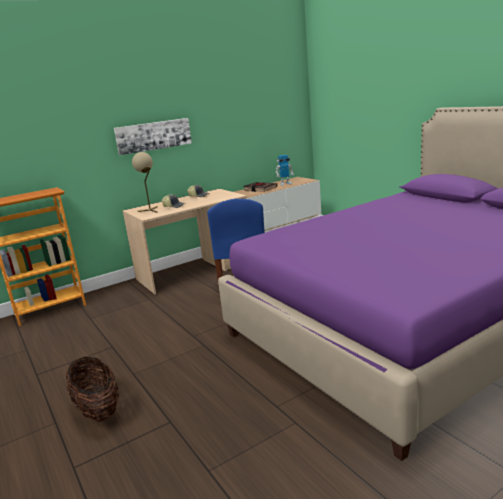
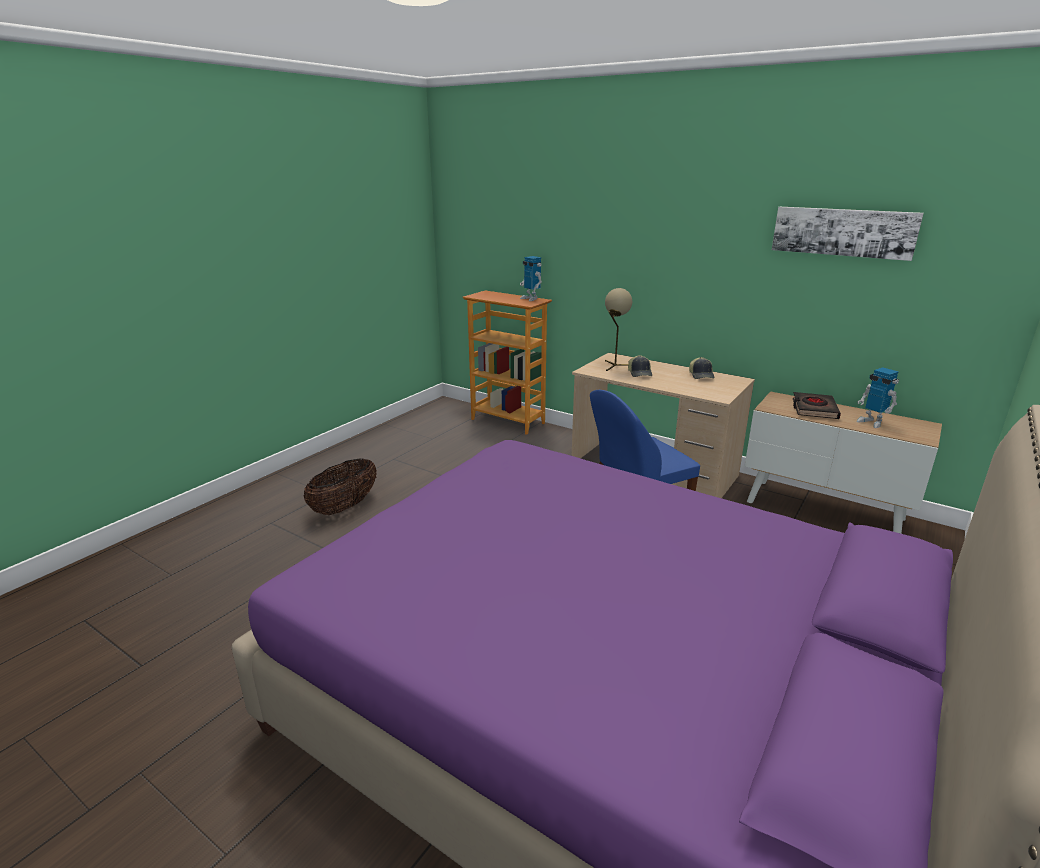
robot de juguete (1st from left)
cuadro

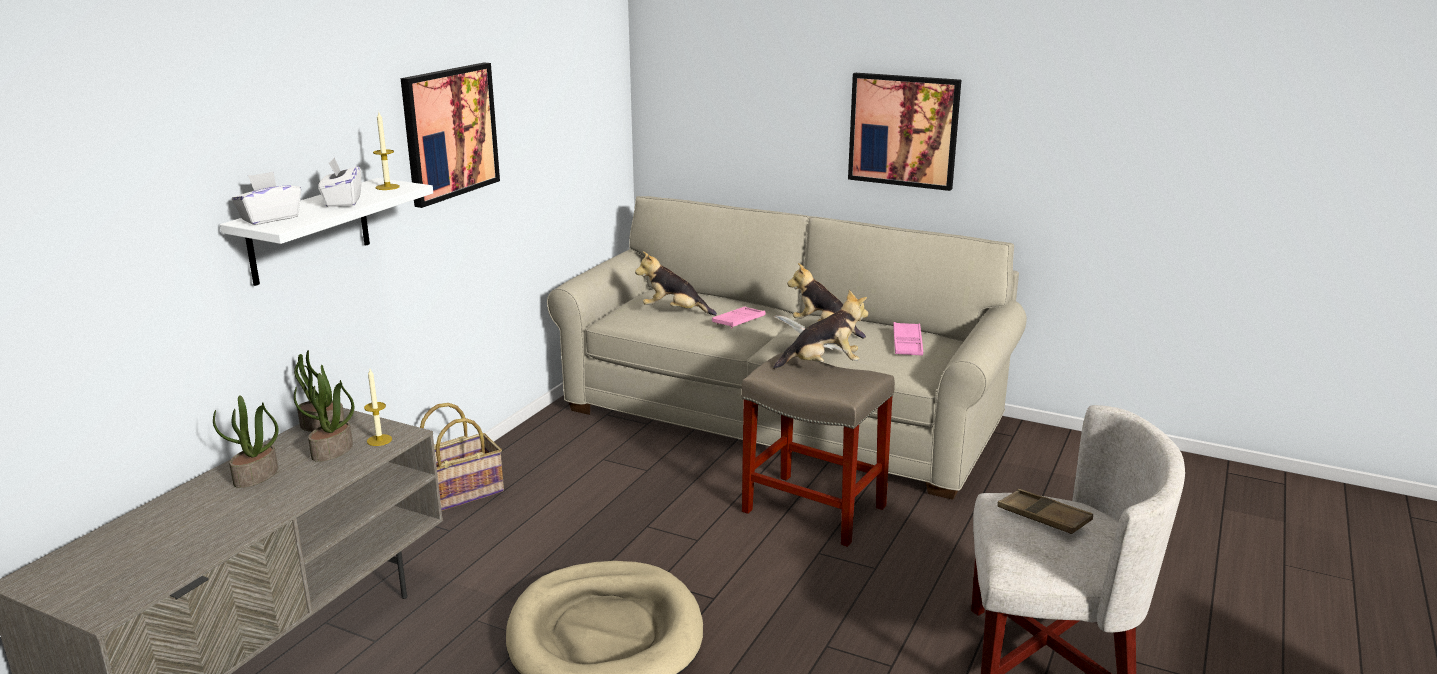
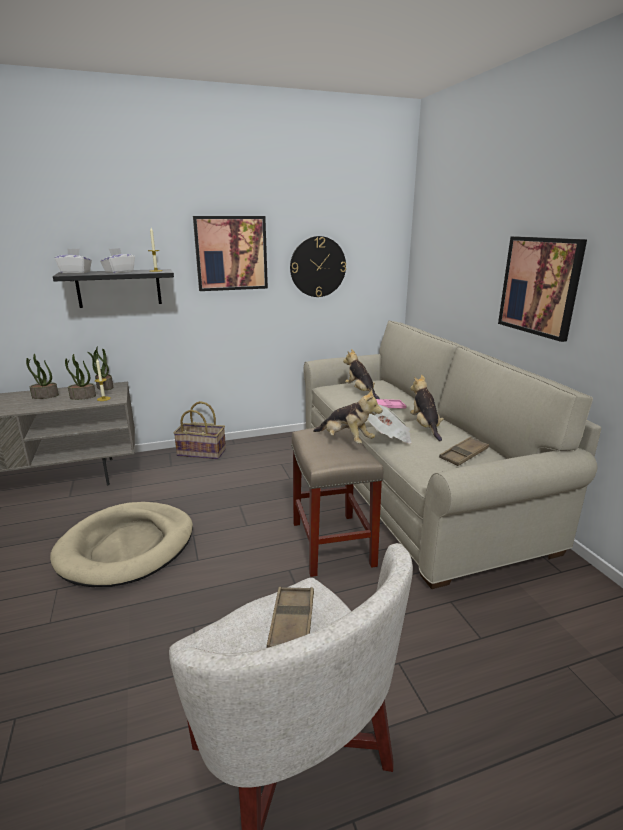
estante/negro
reloj de pared
bandeja/marrón (2nd from left)

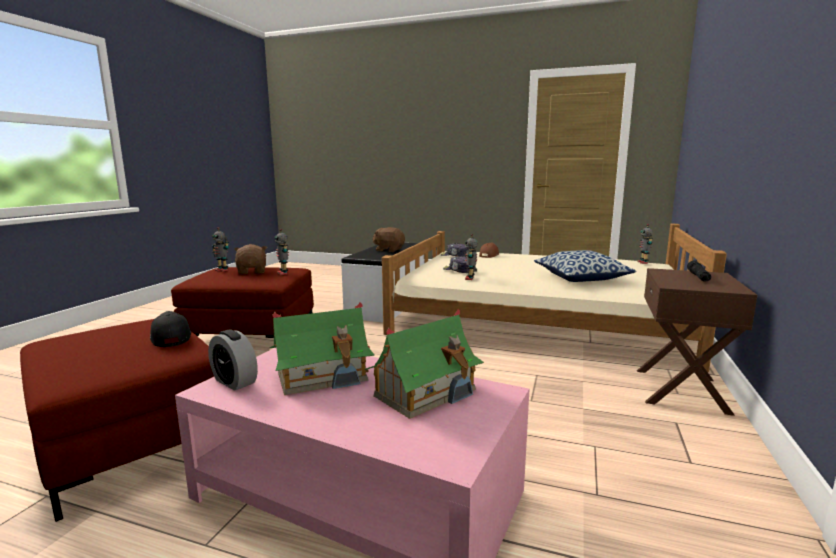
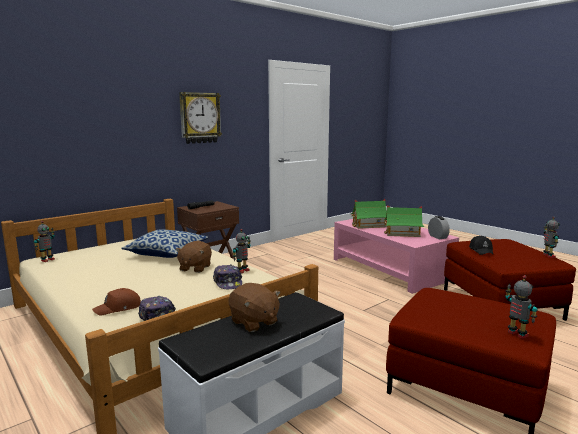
peluche/marrón (1st from left)
reloj de pared
robot de juguete (4th from left)

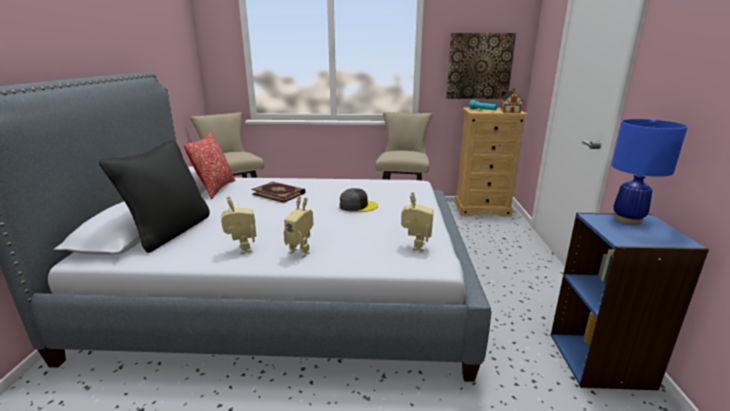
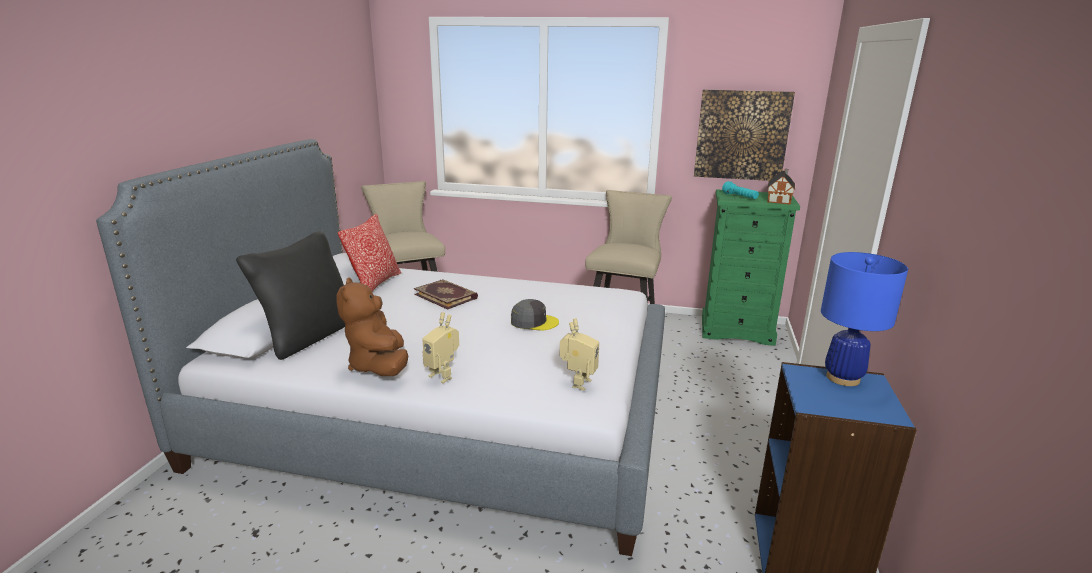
peluche/marrón
cómoda/verde

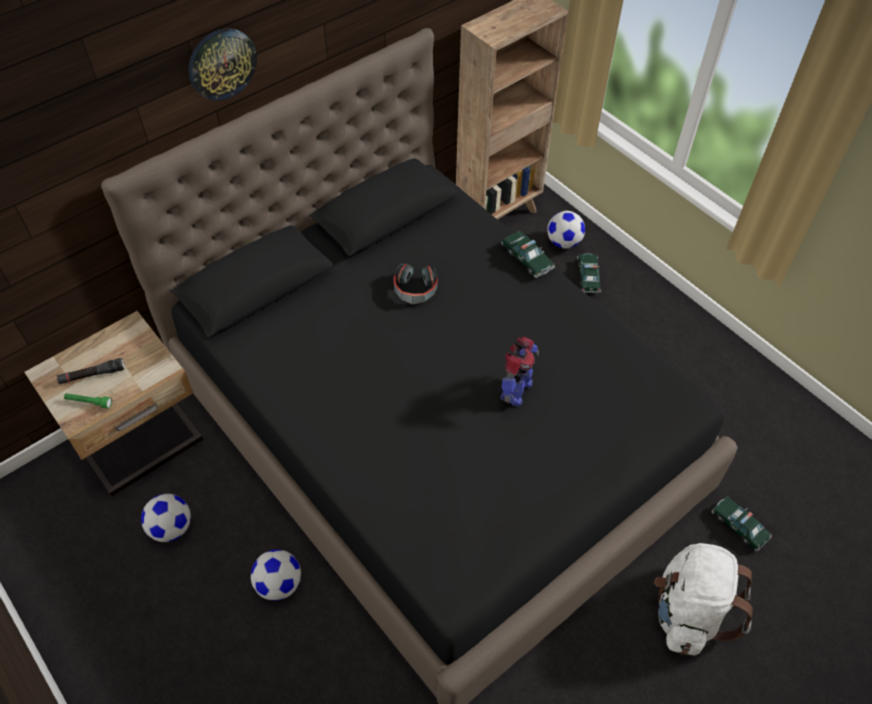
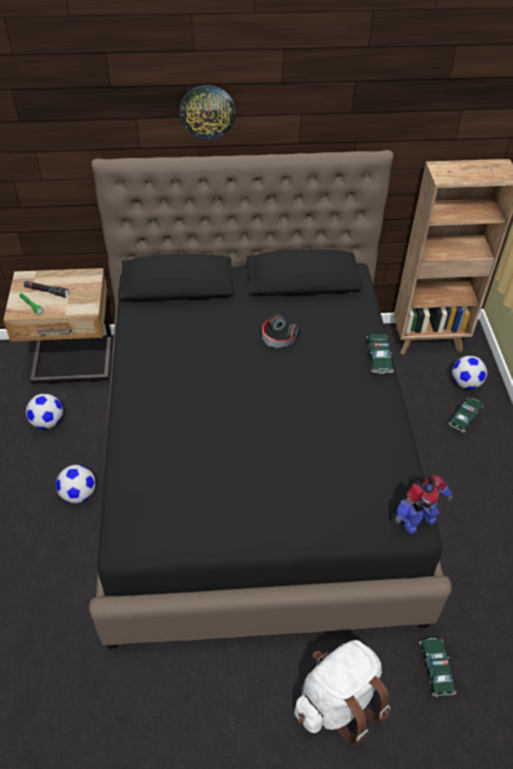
robot de juguete

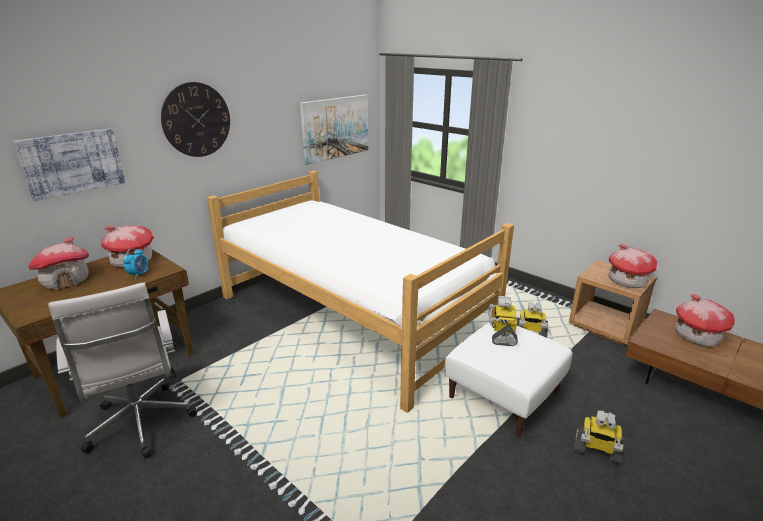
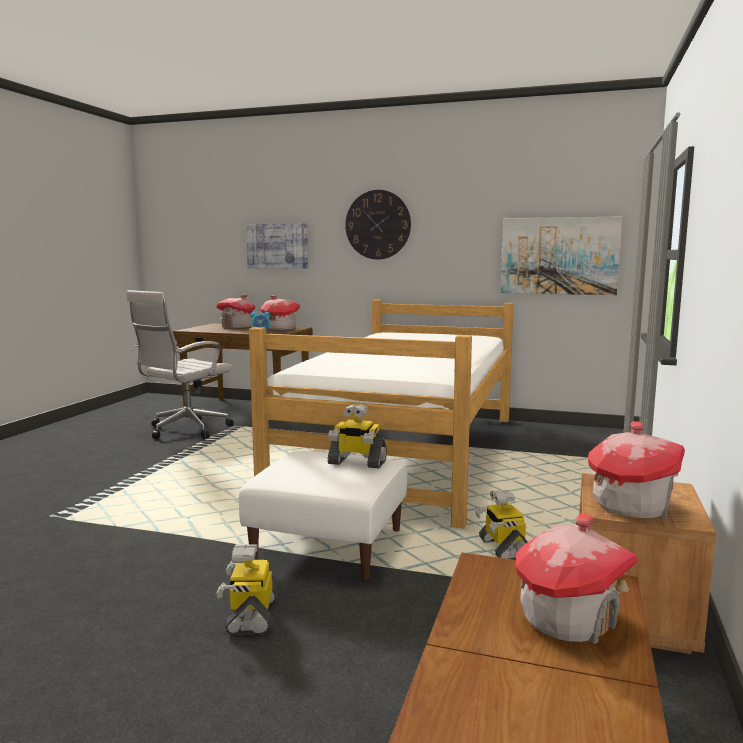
robot de juguete (2nd from left)

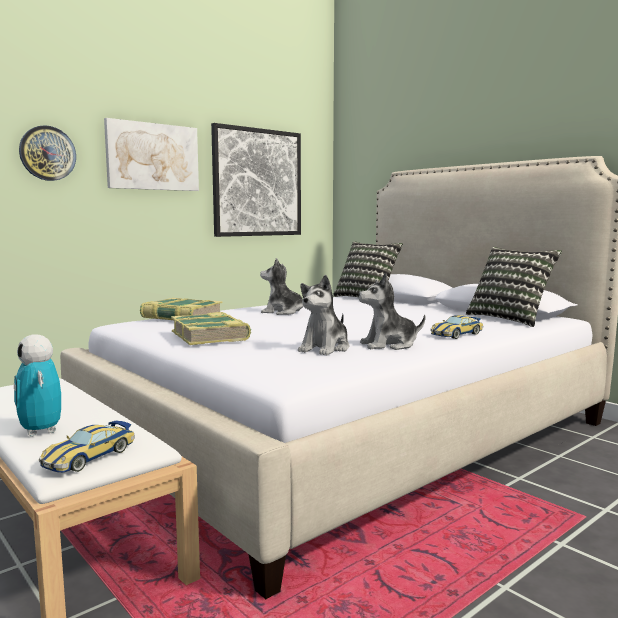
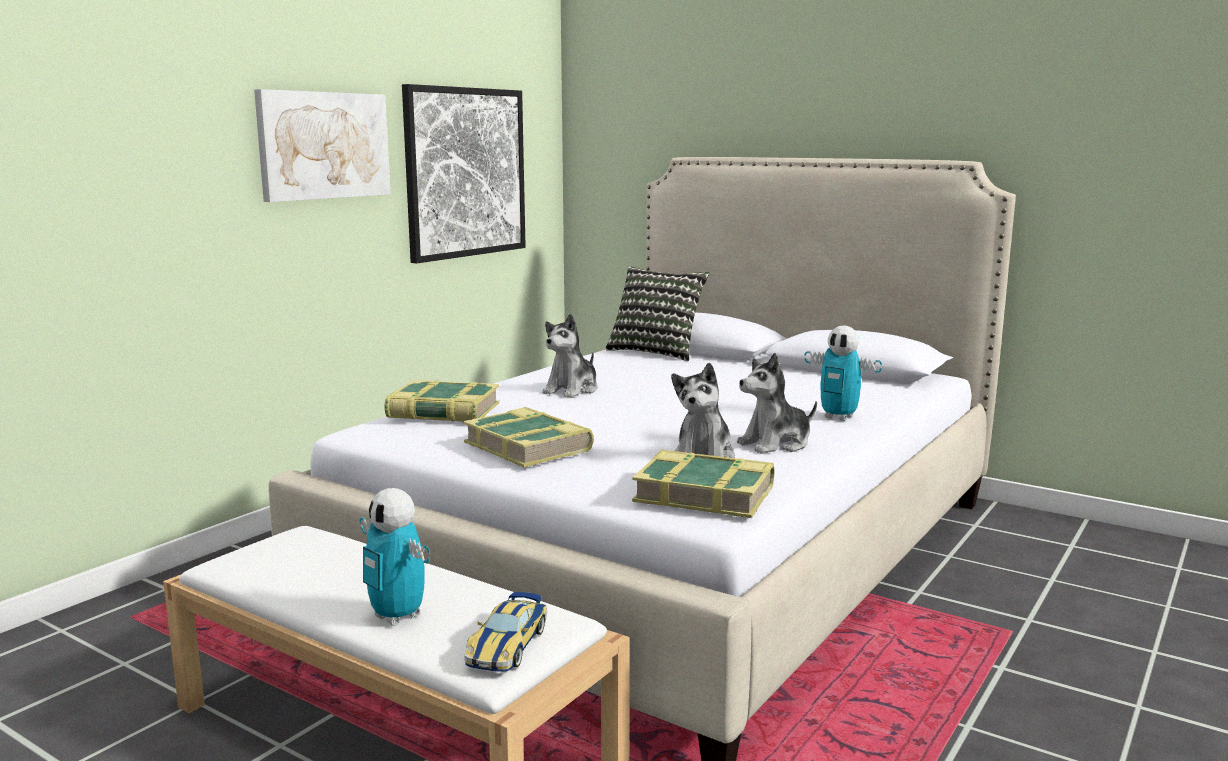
peluche (1st from left)
libro (3rd from left)
robot de juguete (2nd from left)
reloj de pared
cojín (2nd from left in the first image)

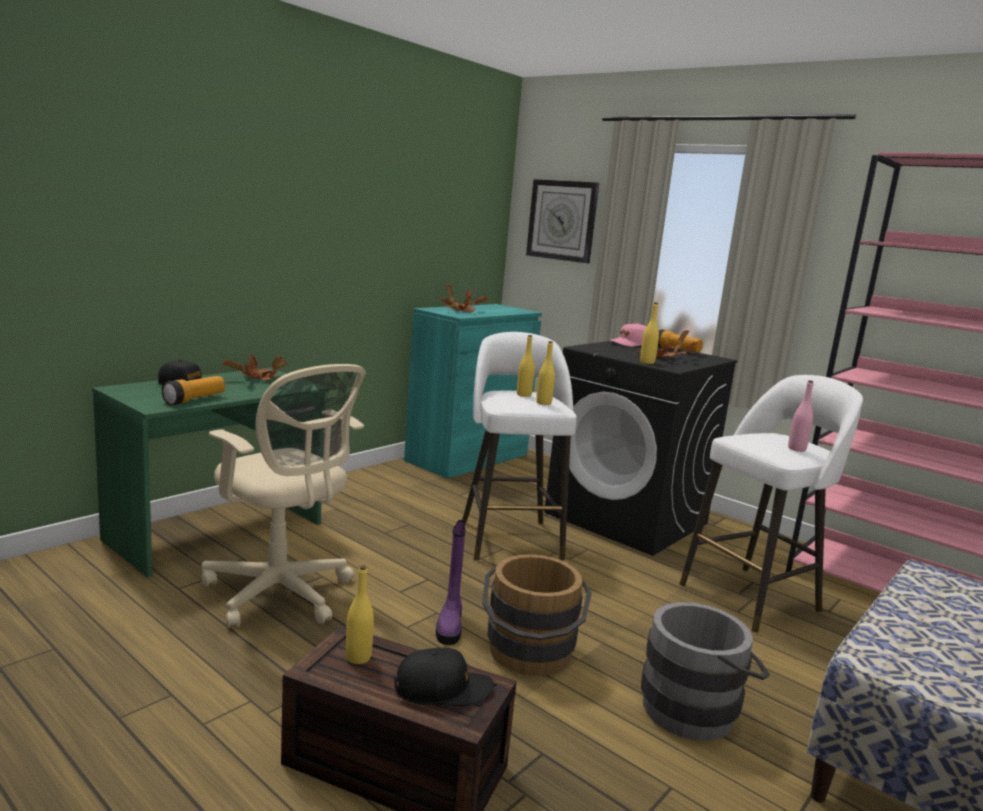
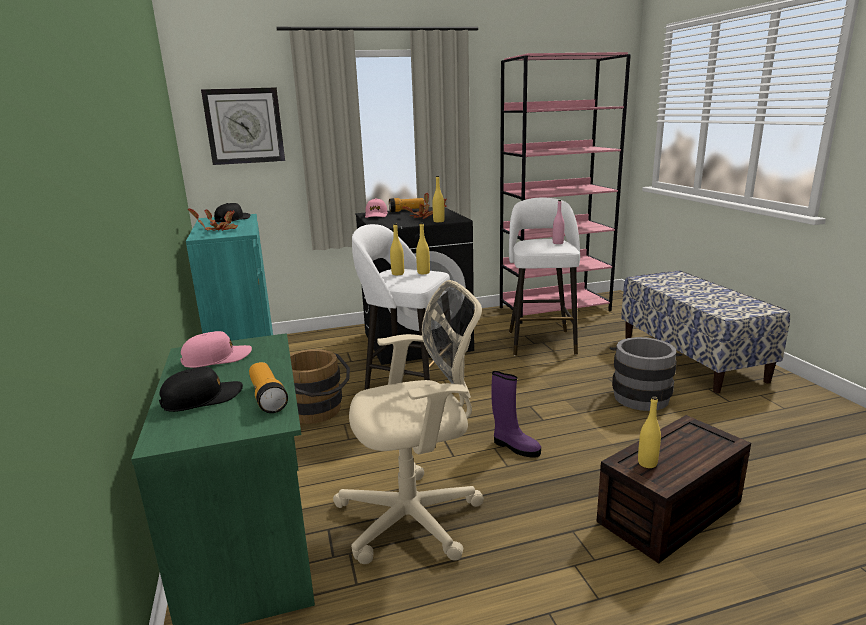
gorra/rosa (1st from left)
gorra/negro (2nd from left)
cubo/marrón

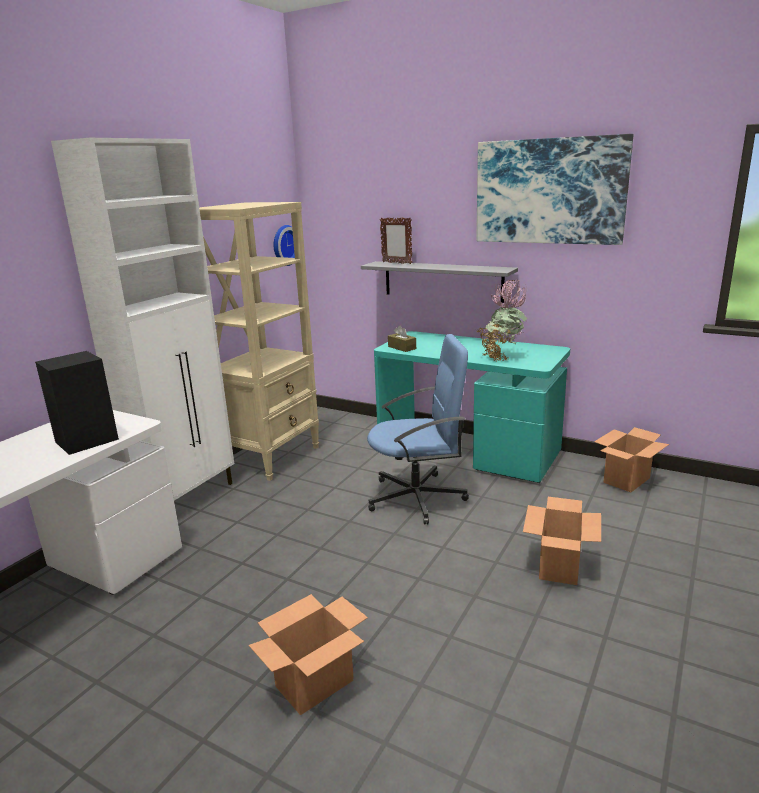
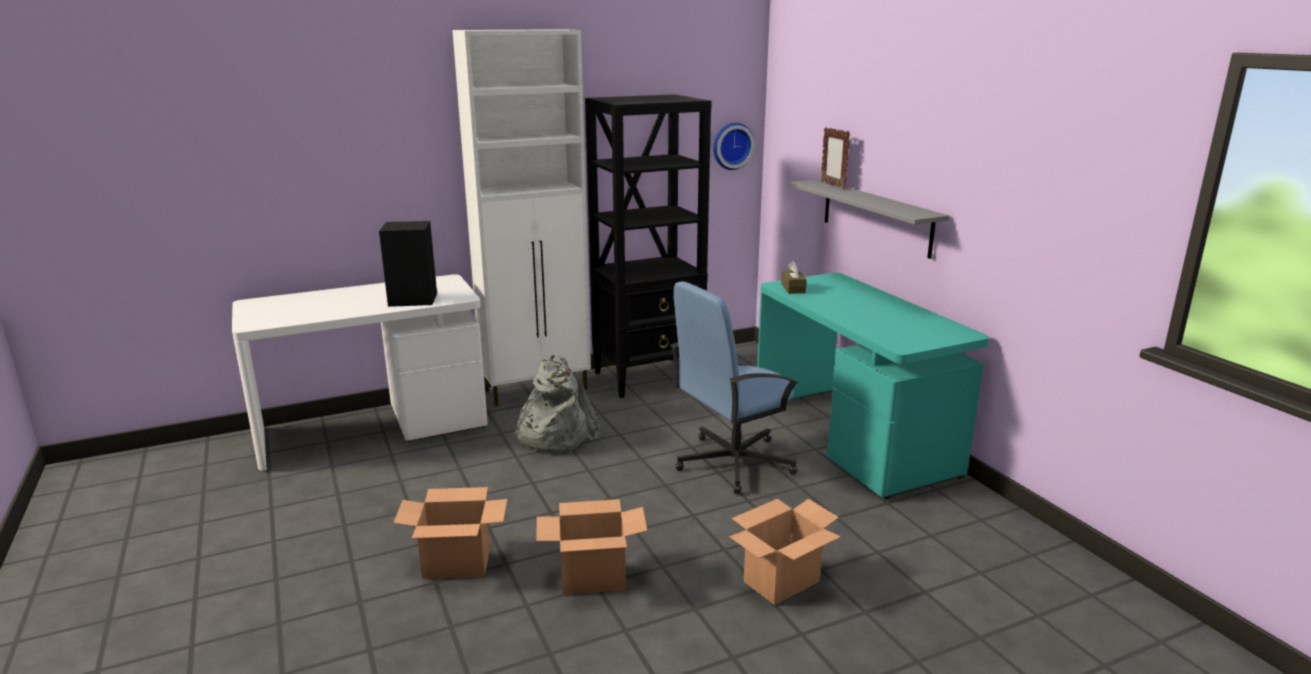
mochila/gris
caja de cartón (2nd from left)
estantería/negro
silla de oficina/azul
cuadro
planta en maceta

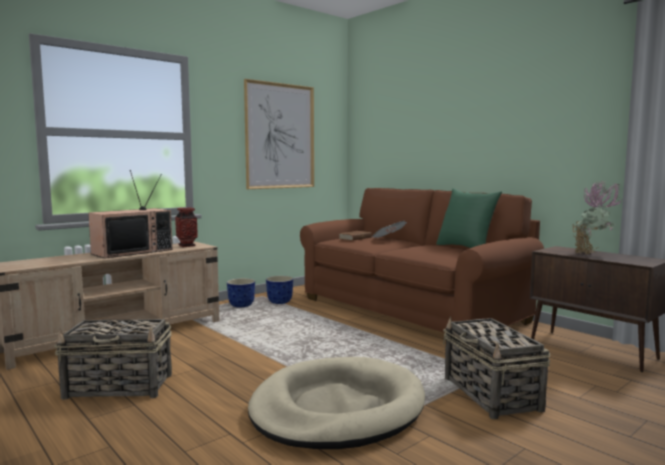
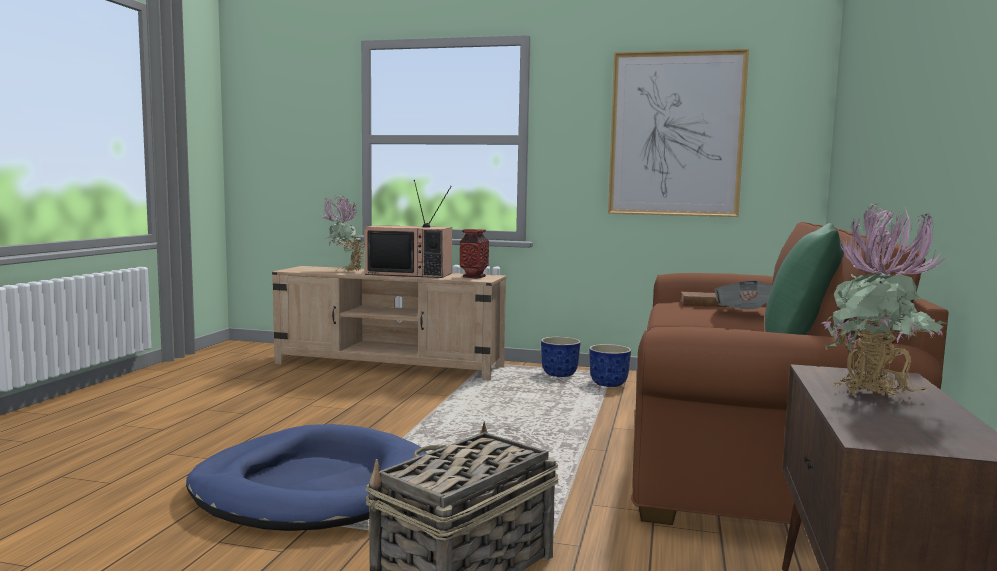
cama para perro/azul
planta en maceta (1st from left)
cesta (1st from left in the first image)

